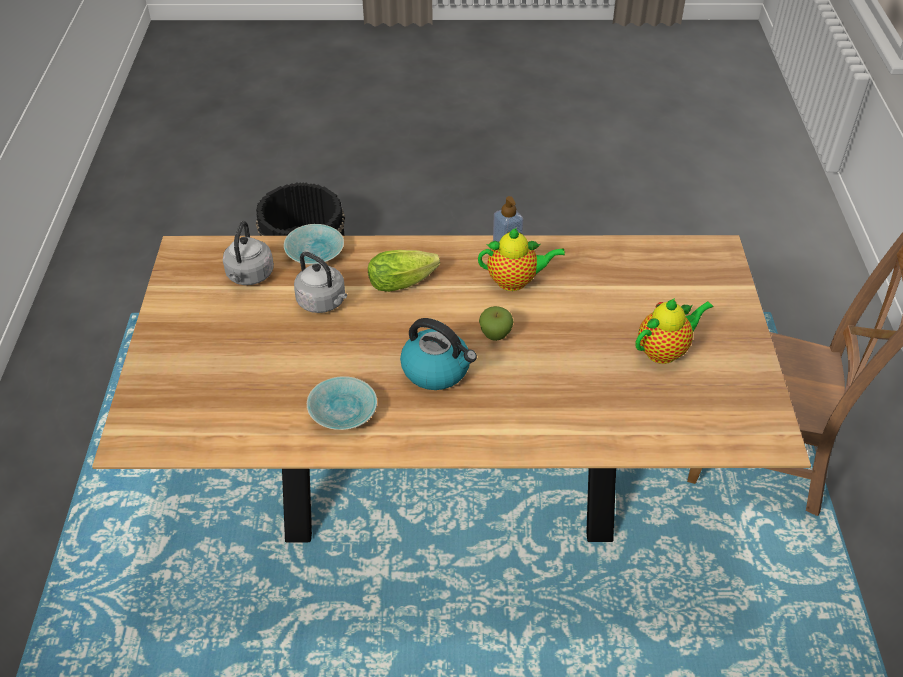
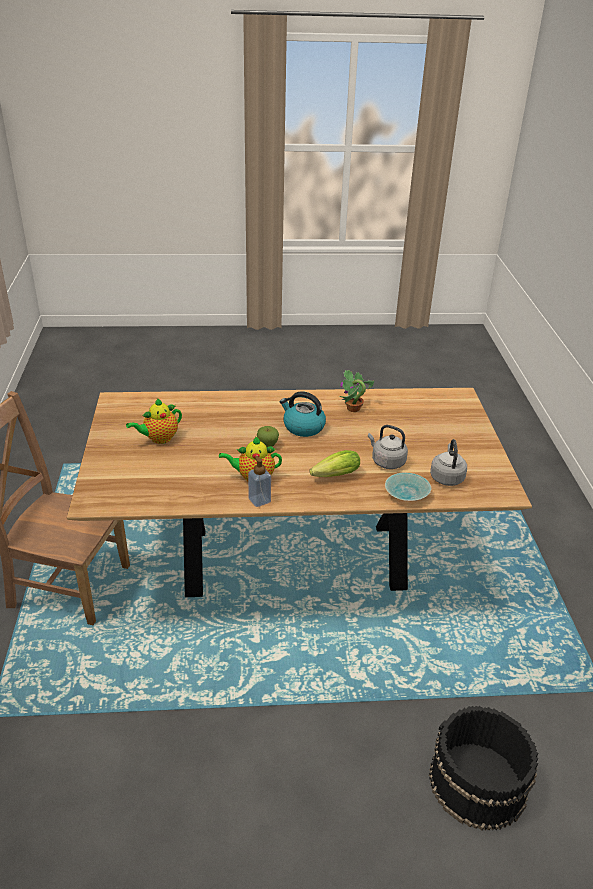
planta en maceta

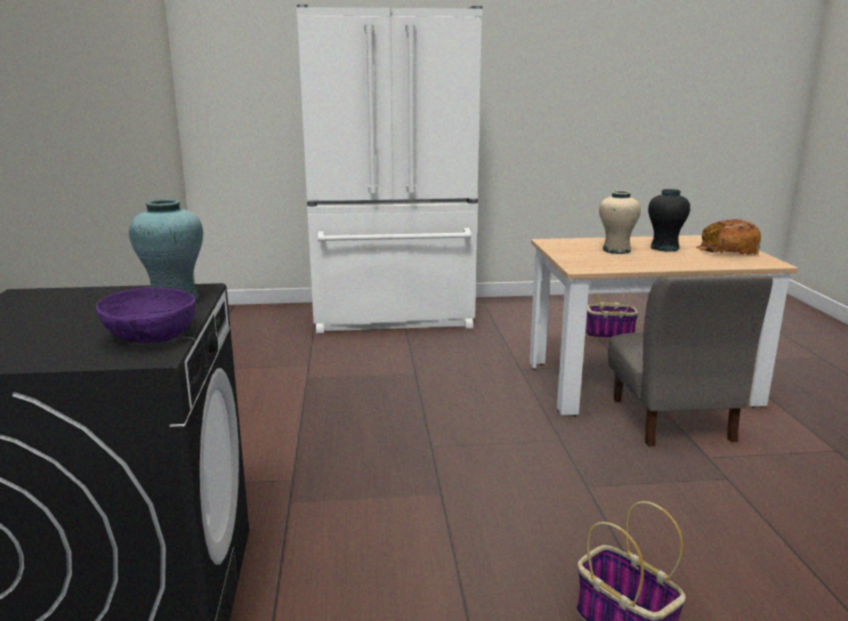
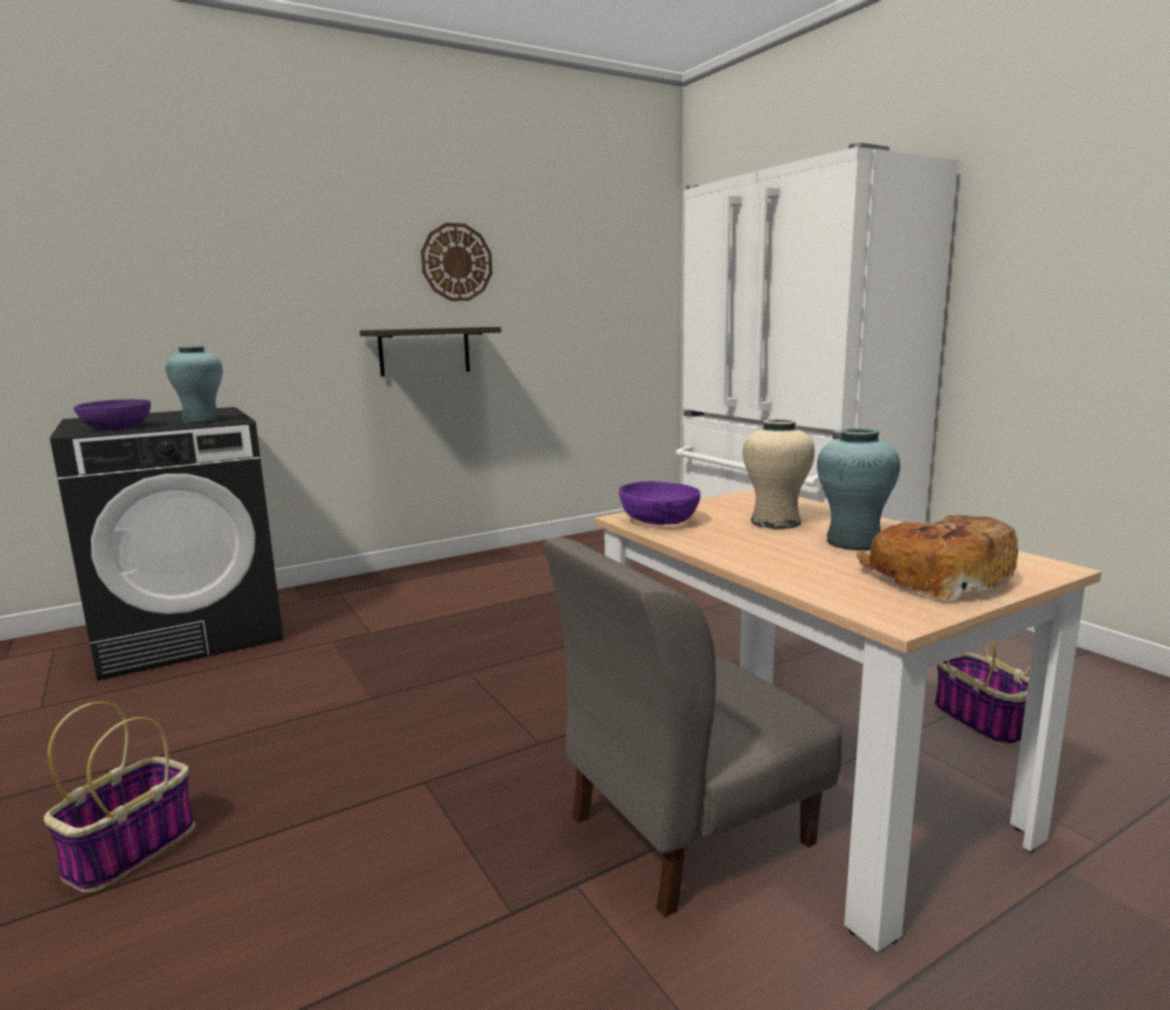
estante
reloj de pared
cuenco/morado (2nd from left)
florero/turquesa (2nd from left)

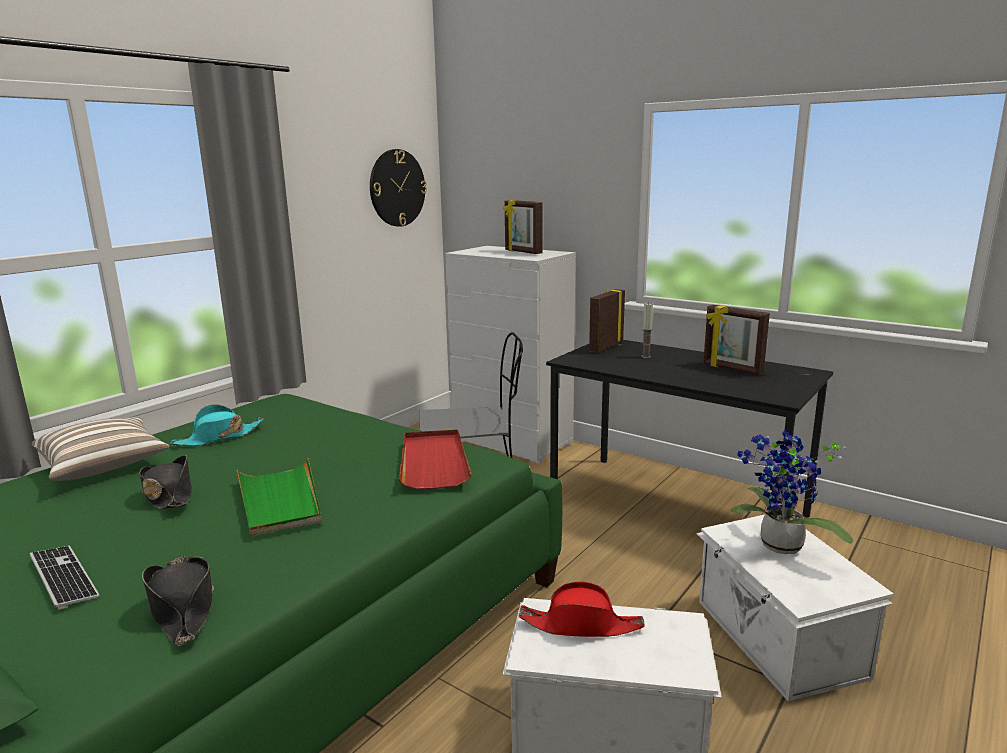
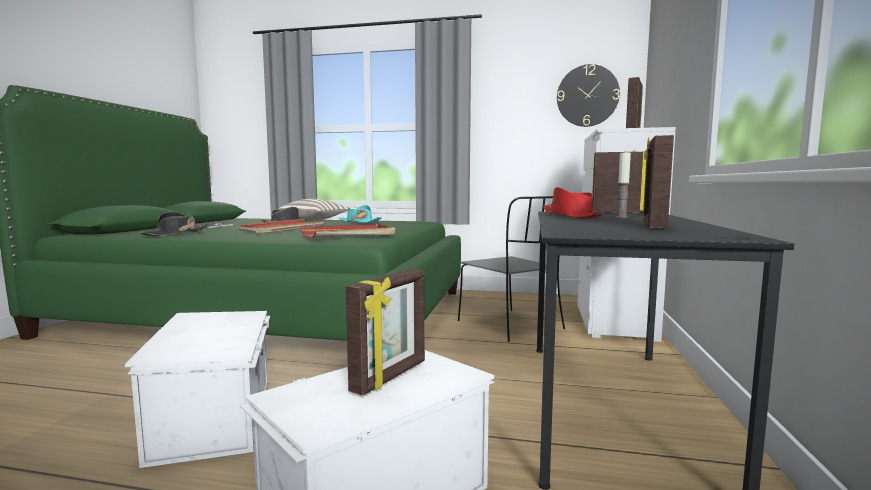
bandeja/rojo (1st from left)
portarretratos (1st from left)
sombrero/rojo

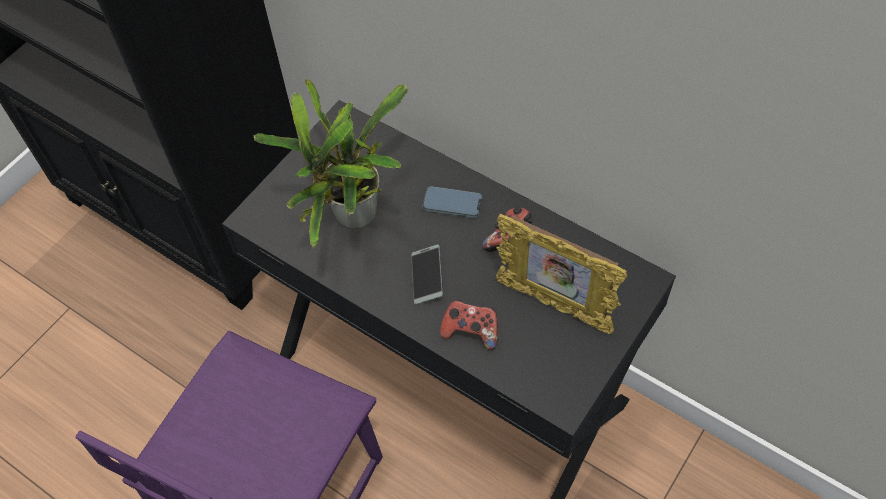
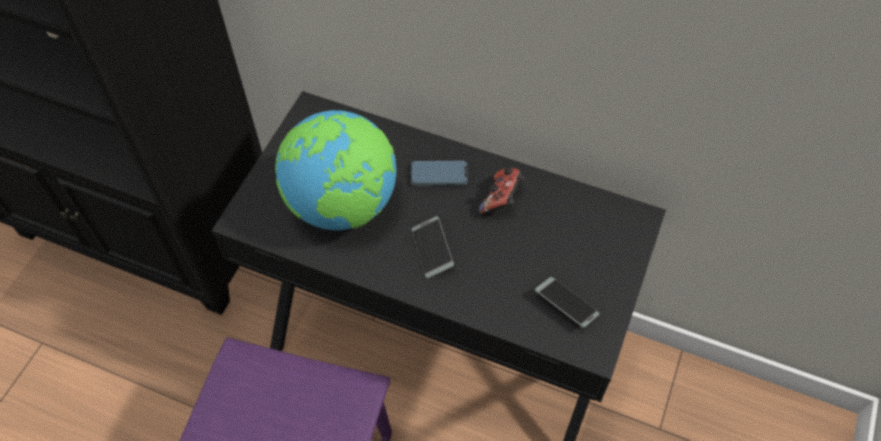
globo terráqueo
móvil (3rd from left)
mando de consola (1st from left in the first image)
portarretratos

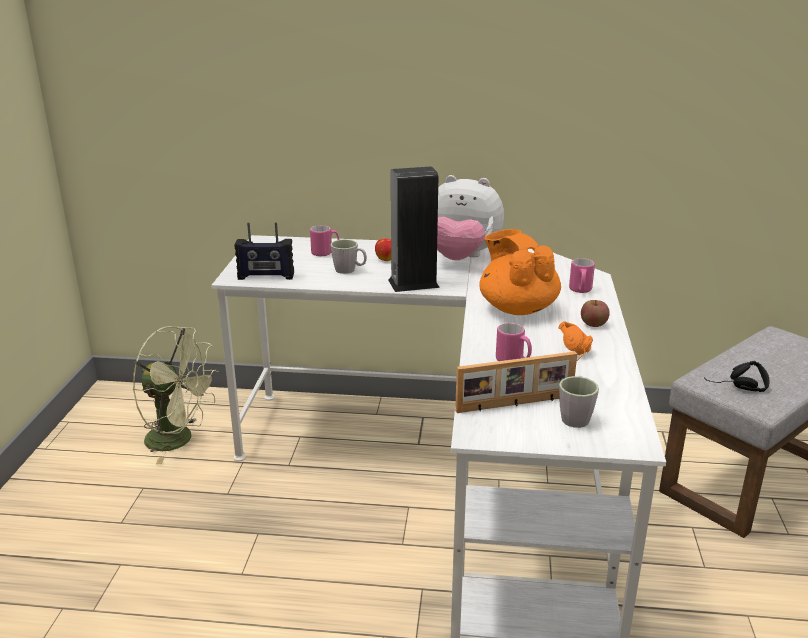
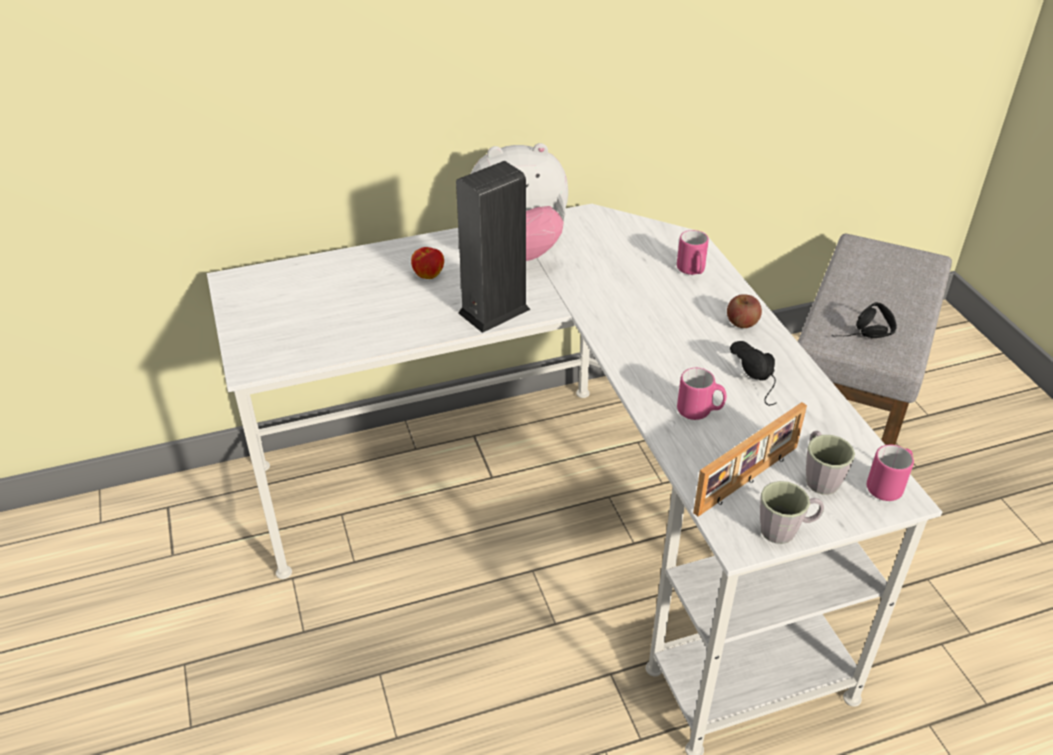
auriculares/negro (1st from left)
taza grande/gris (1st from left)
taza grande/rosa (3rd from left)
ventilador/verde
radio
tetera/naranja

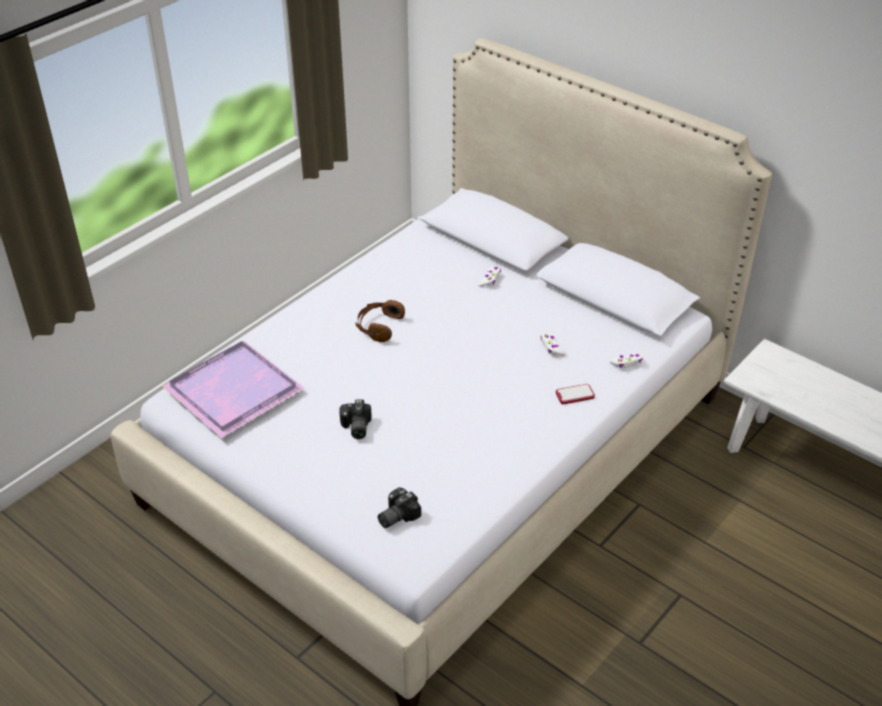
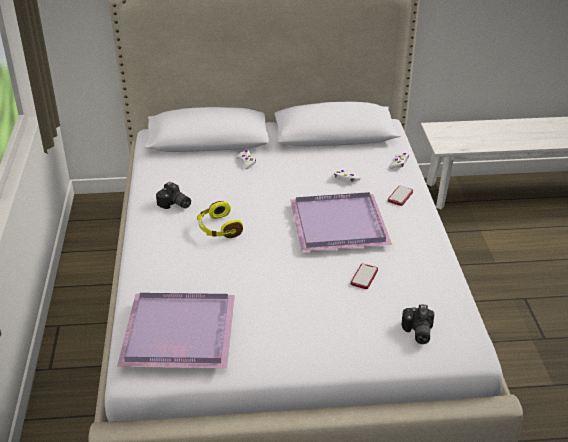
cámara (1st from left)
auriculares/amarillo
bandeja/morado (2nd from left)
móvil (1st from left)

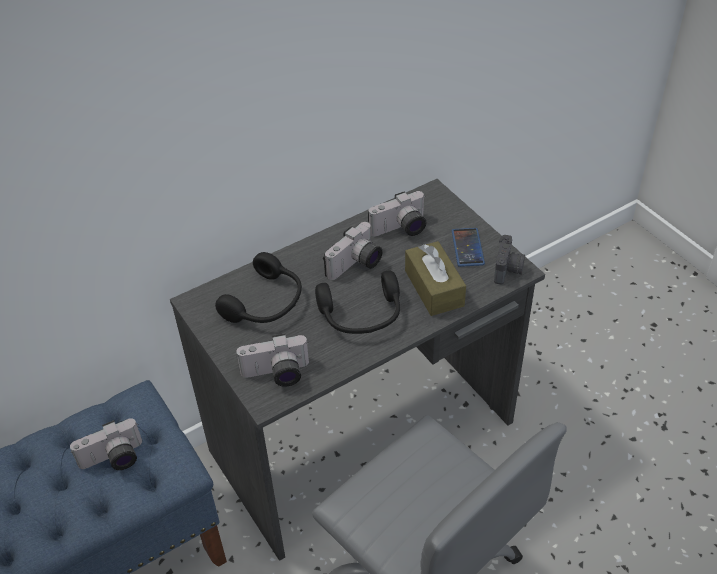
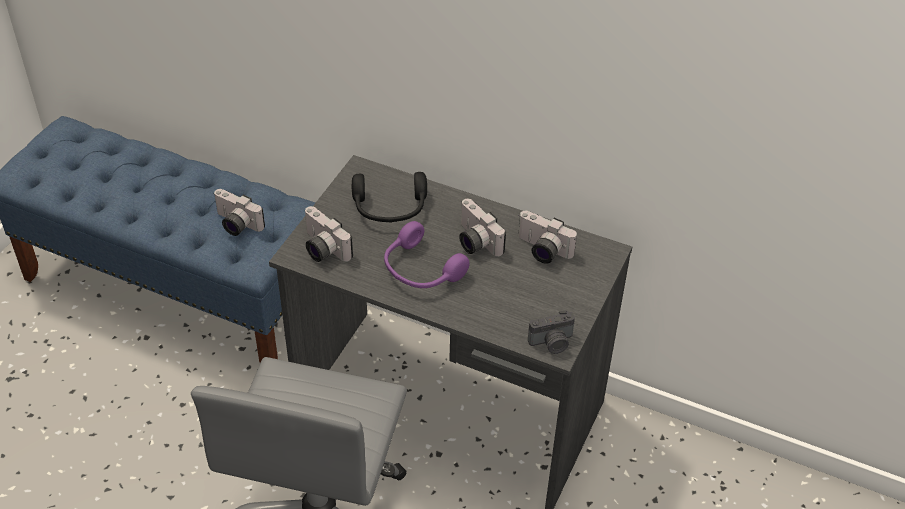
auriculares/morado
cámara (3rd from left)
caja de pañuelos/marrón
móvil

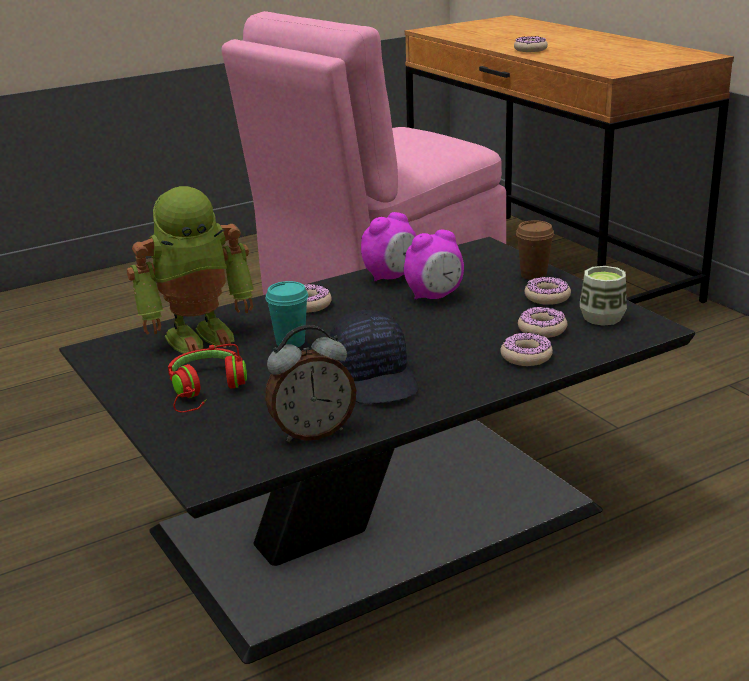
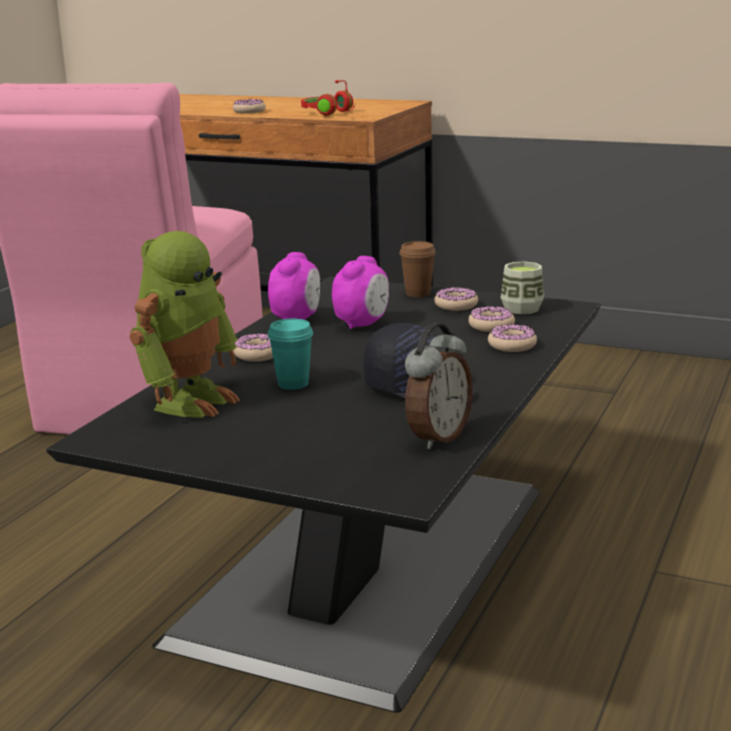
auriculares/rojo

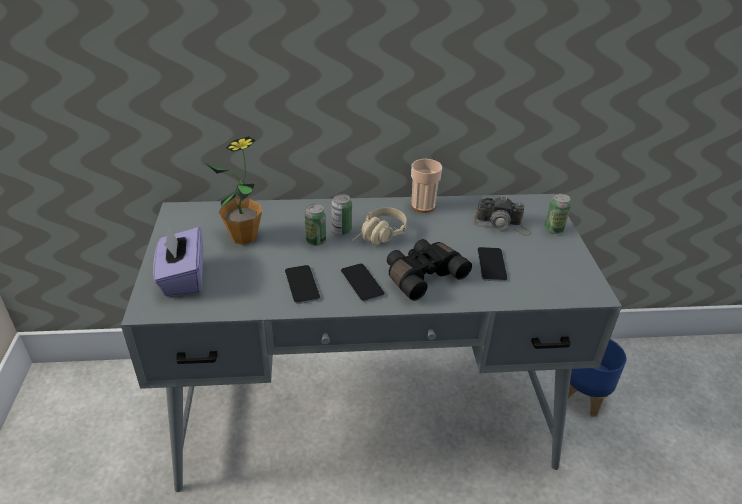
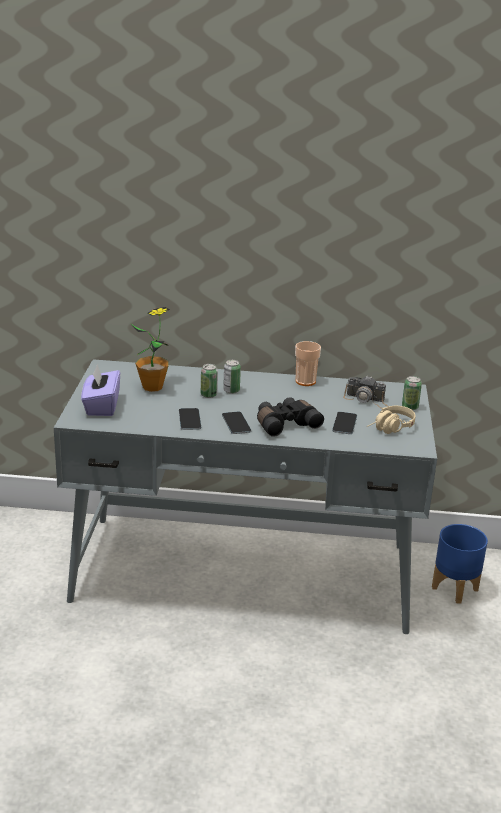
auriculares/beis

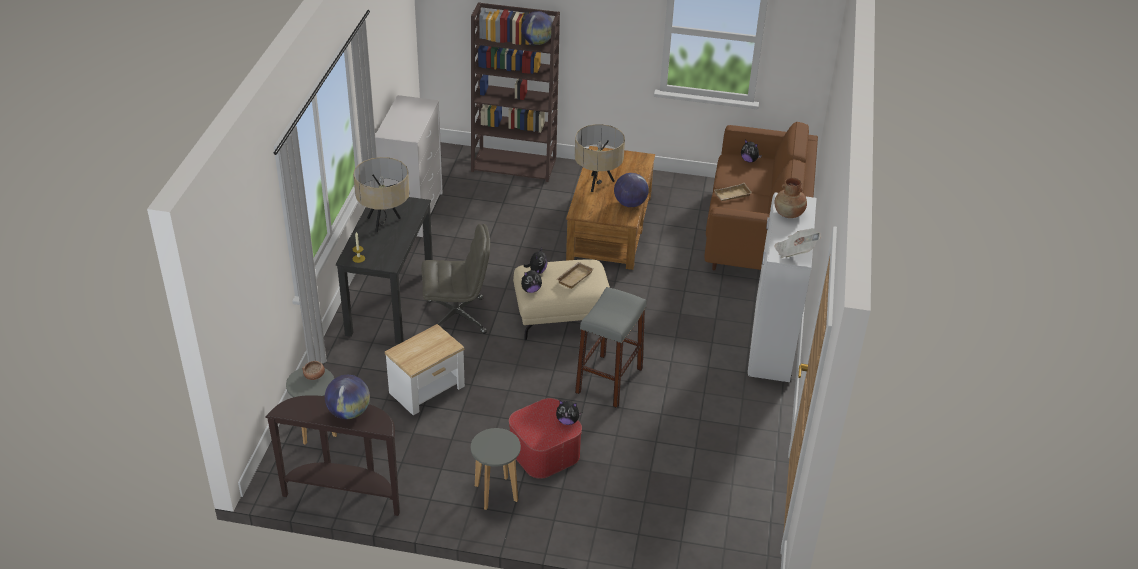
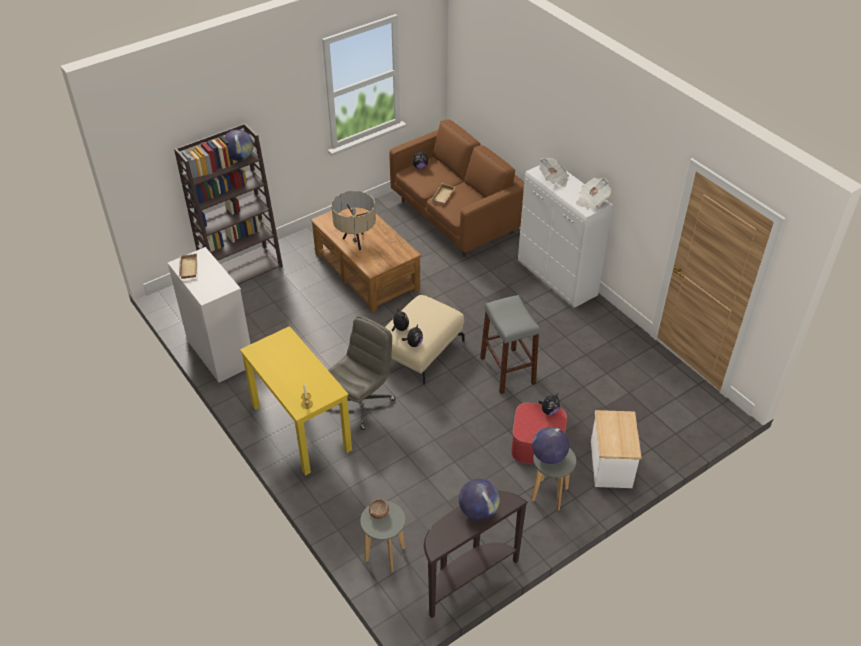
bandeja/beis (1st from left)
escritorio/amarillo
globo terráqueo (3rd from left)
periódico (1st from left)
mesa auxiliar
lámpara de mesa/beis (1st from left in the first image)

